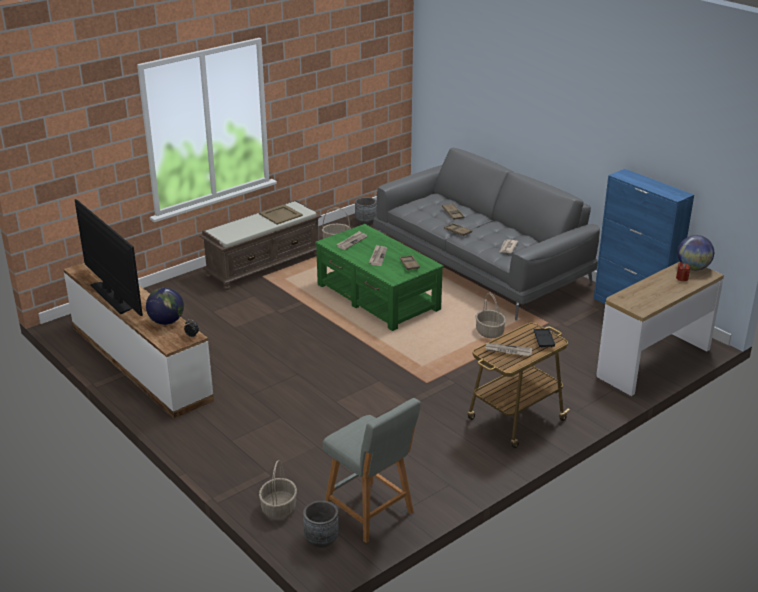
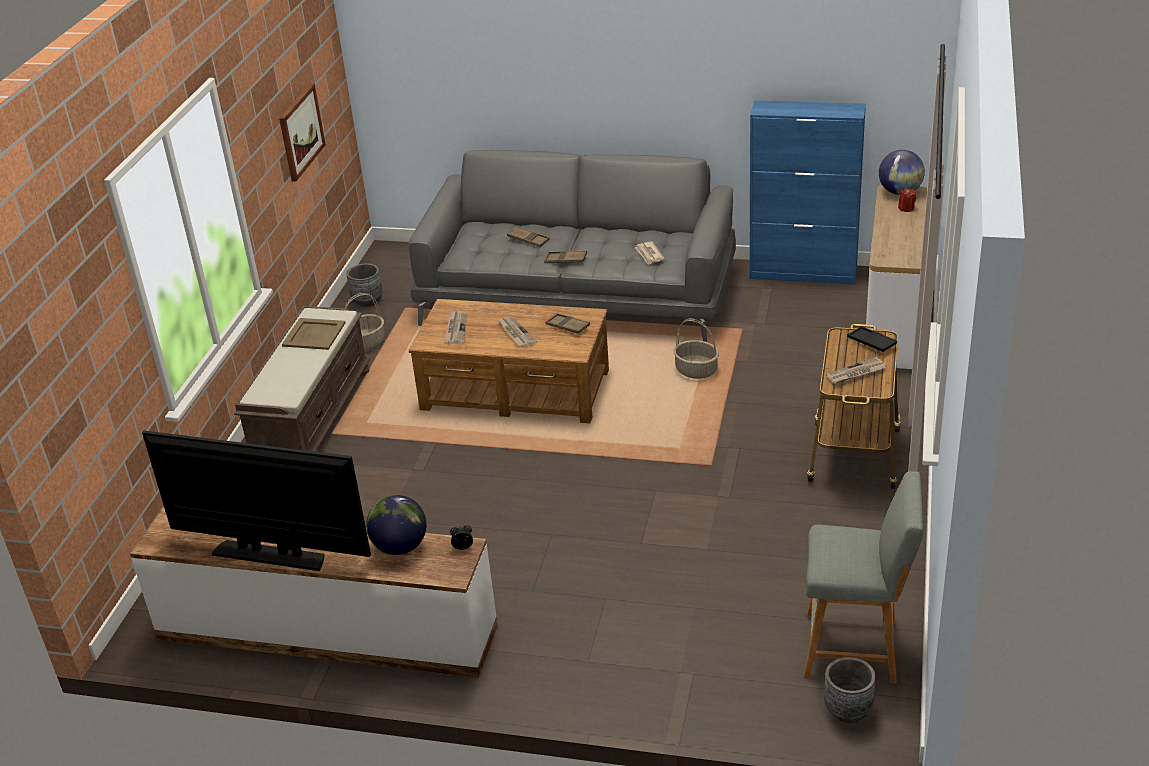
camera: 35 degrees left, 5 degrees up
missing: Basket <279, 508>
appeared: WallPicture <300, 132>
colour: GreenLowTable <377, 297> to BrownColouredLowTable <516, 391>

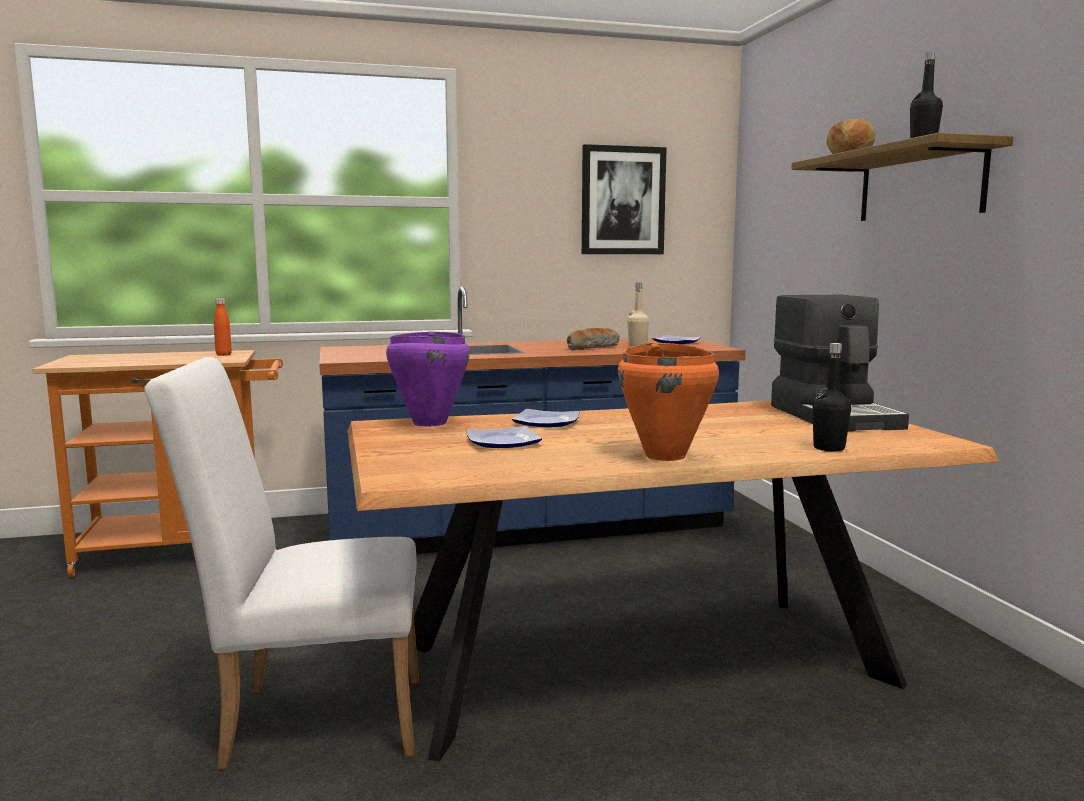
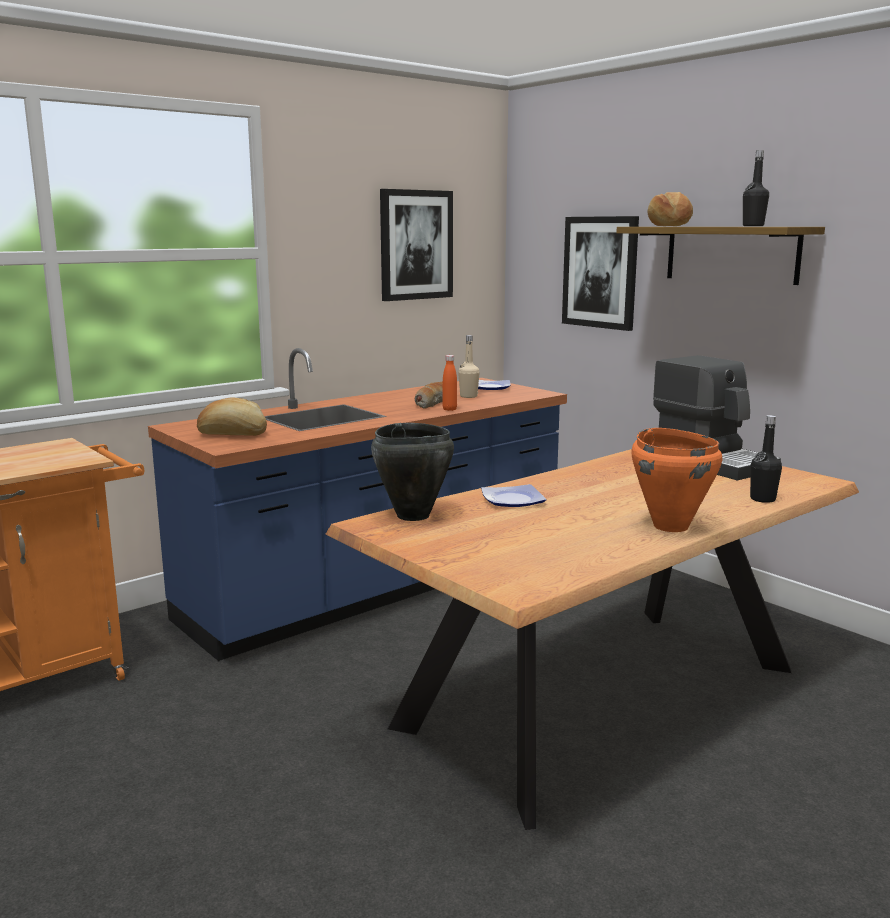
camera: 25 degrees left, 5 degrees up
missing: WhiteColouredPlainChair <309, 719>; Plate <502, 442>
appeared: Bread <233, 434>; WallPicture <600, 272>
relocated: OrangeColouredBeverageBottle <223, 355> to <449, 409>
colour: PurplishCookingPot <429, 423> to BlackishCookingPot <412, 516>

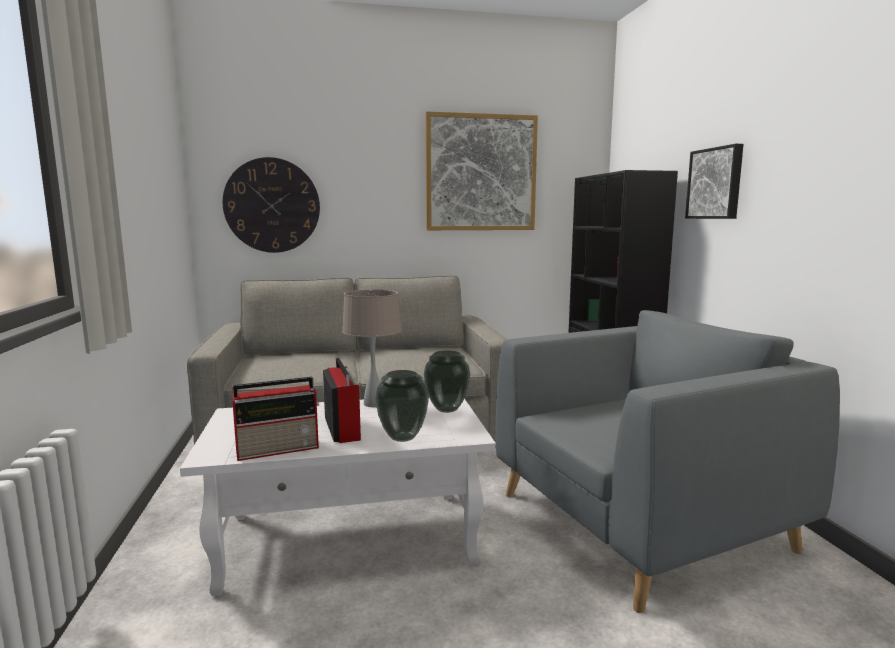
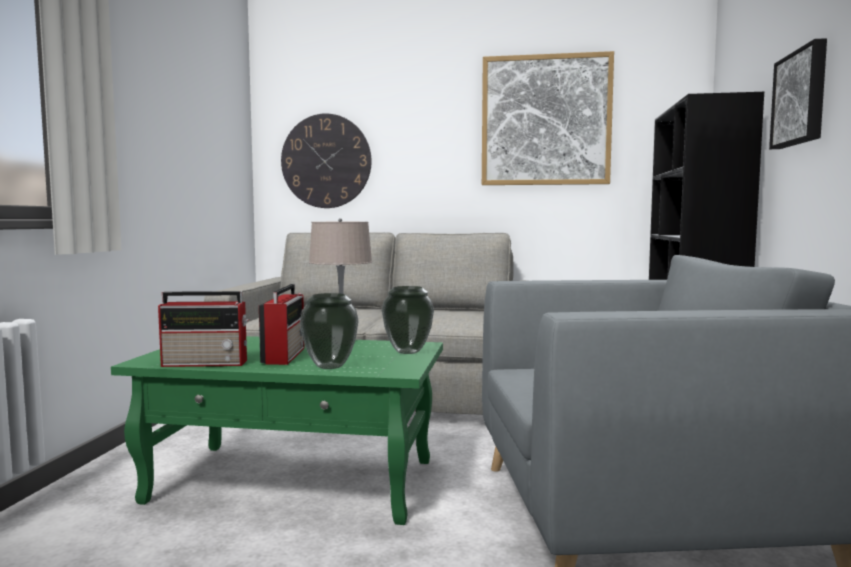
camera: 20 degrees right, 5 degrees down
colour: WhiteColouredLowTable <351, 538> to GreenLowTable <297, 480>

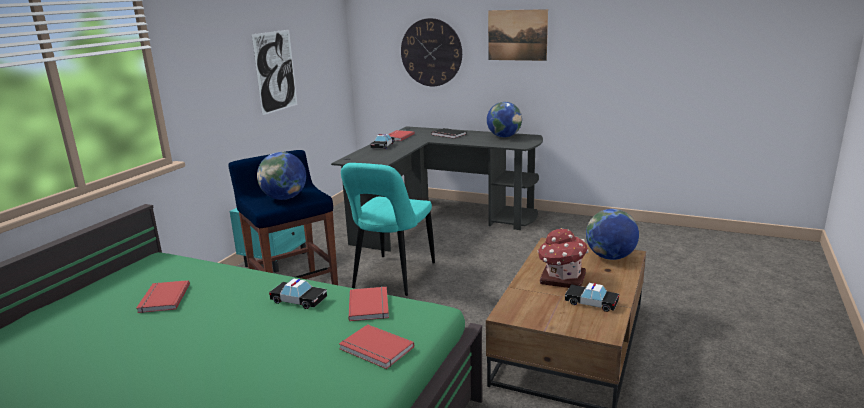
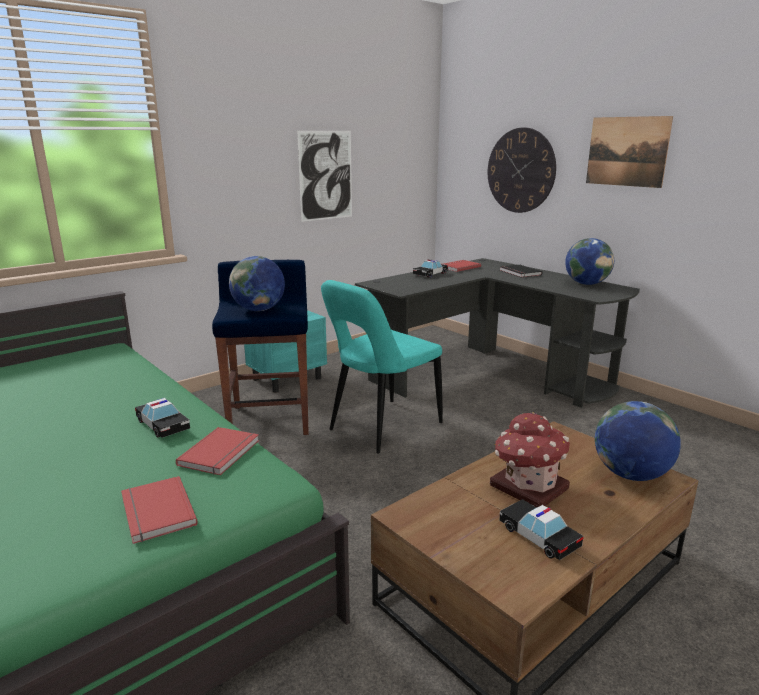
camera: 25 degrees right, 0 degrees up
missing: RedBook <162, 299>

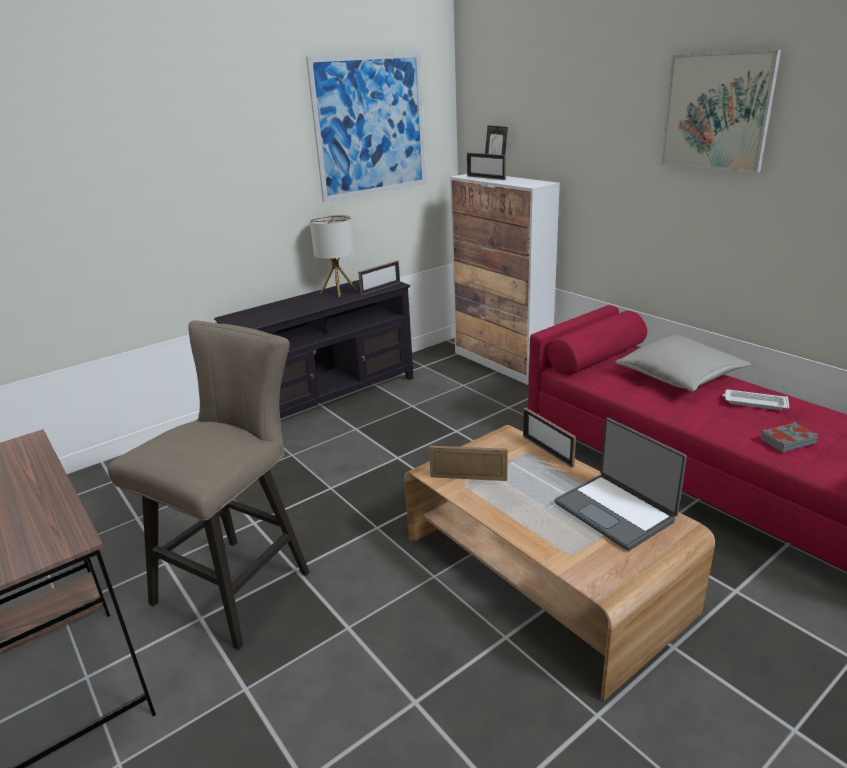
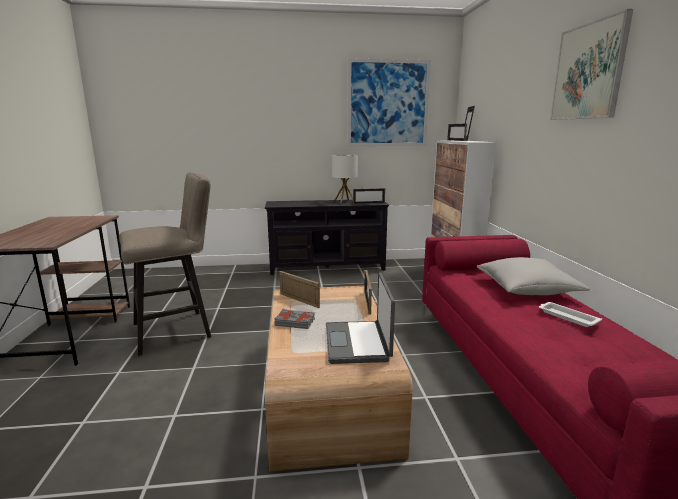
camera: 30 degrees right, 10 degrees down
relocated: GrayBook <787, 441> to <295, 322>

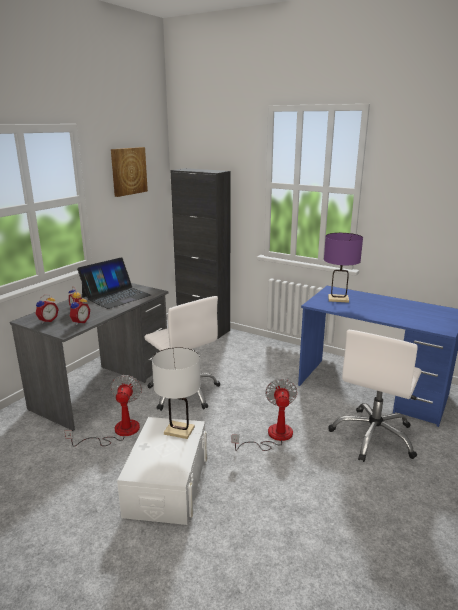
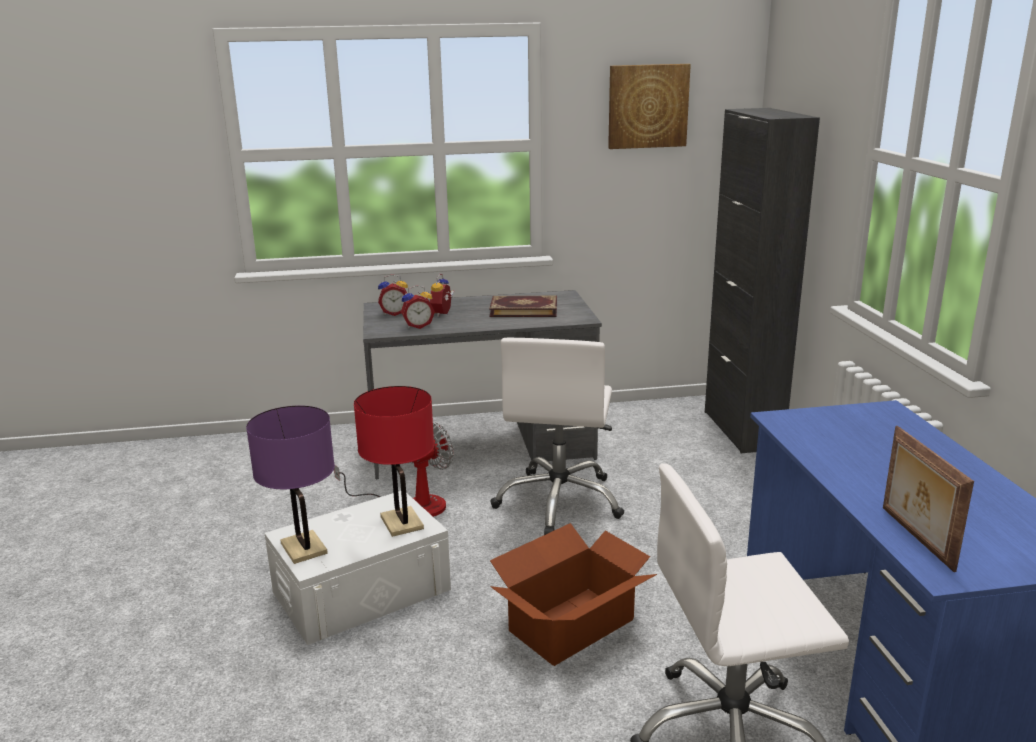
camera: 50 degrees right, 0 degrees up
appeared: PhotoFrame <915, 538>
relocated: PurplishTableLamp <338, 299> to <303, 548>
exchanged: Laptop <116, 296> to Book <524, 309>; CoolingFan <272, 436> to CardboardBox <570, 625>
colour: WhiteColouredTableLamp <179, 430> to RedTableLamp <402, 523>

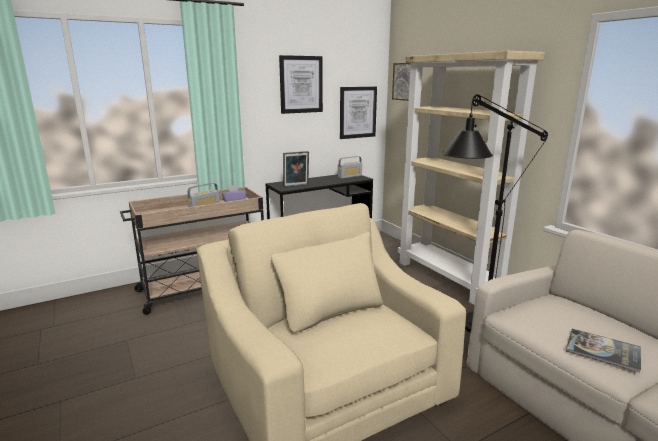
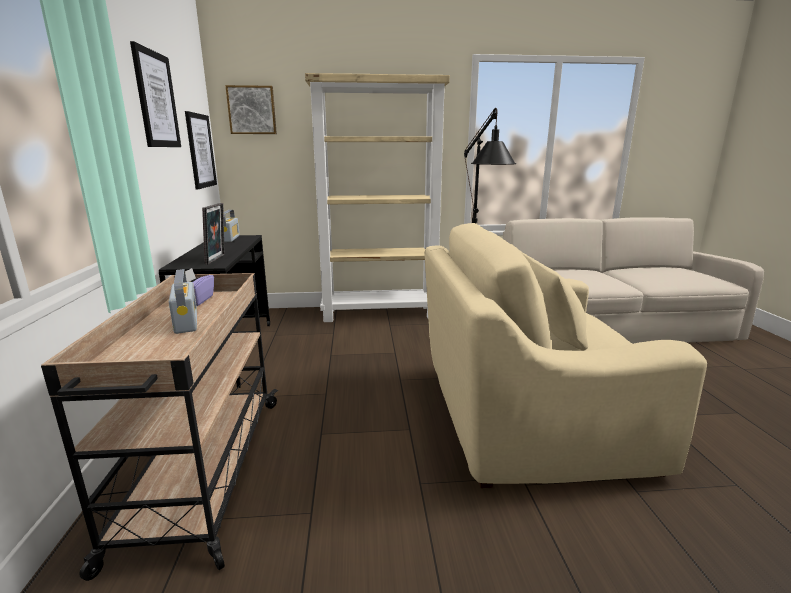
camera: 65 degrees left, 0 degrees up
missing: Book <603, 350>

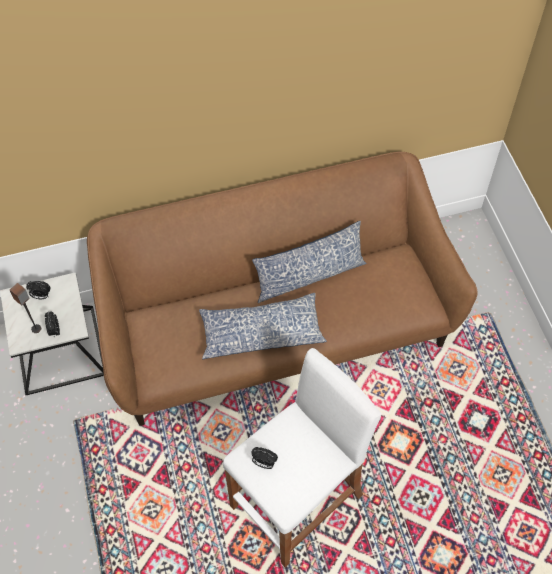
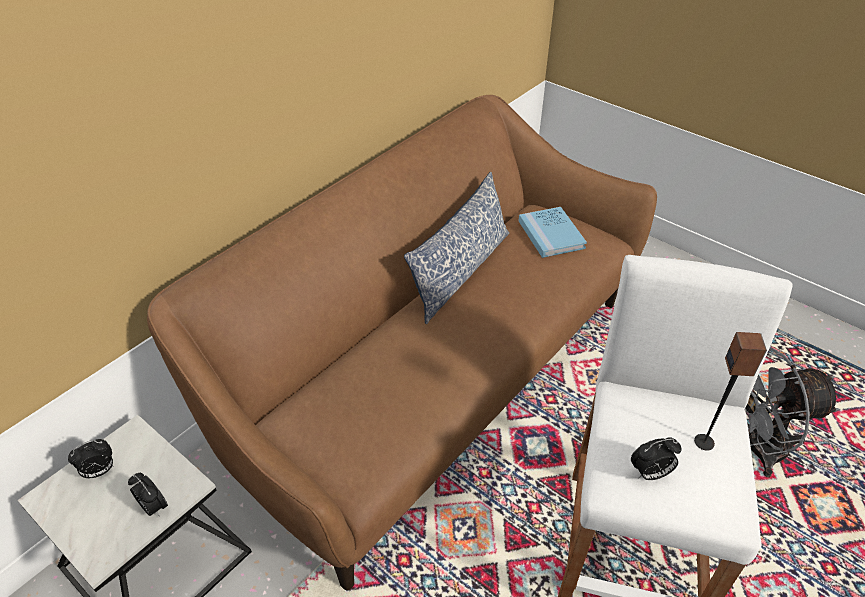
camera: 35 degrees left, 15 degrees down
missing: Pillow <261, 332>
appeared: BluishBook <551, 234>; GrayCoolingFan <755, 448>
relocated: AudioSpeaker <36, 329> to <704, 442>

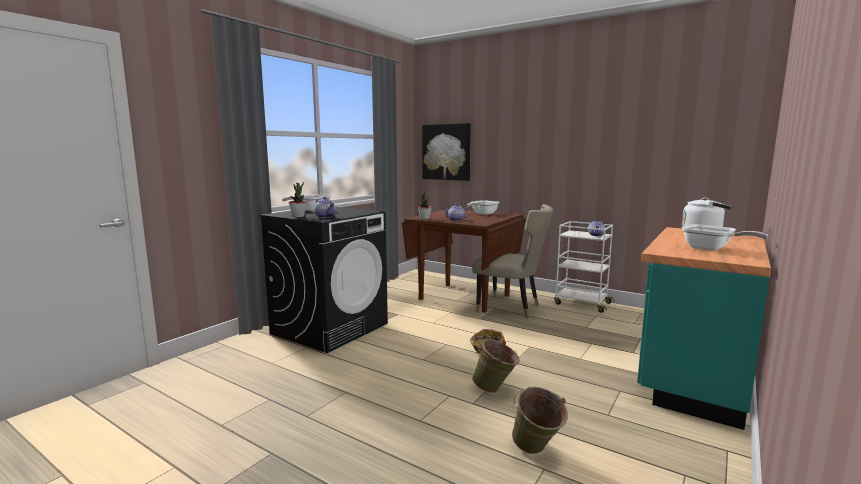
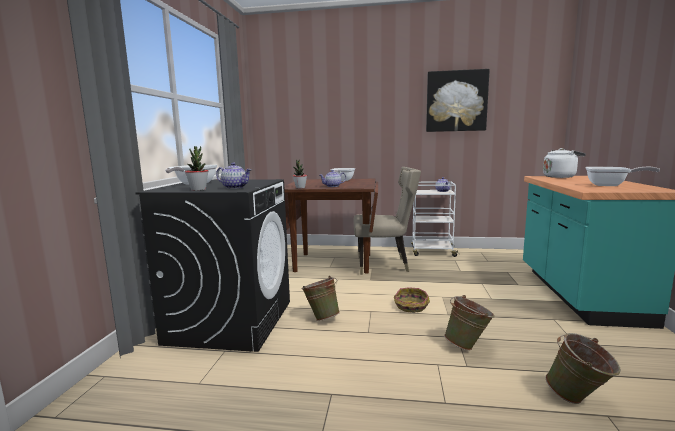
camera: 25 degrees left, 0 degrees up
appeared: GreenBucket <321, 317>
relocated: WallPicture <446, 152> to <456, 101>

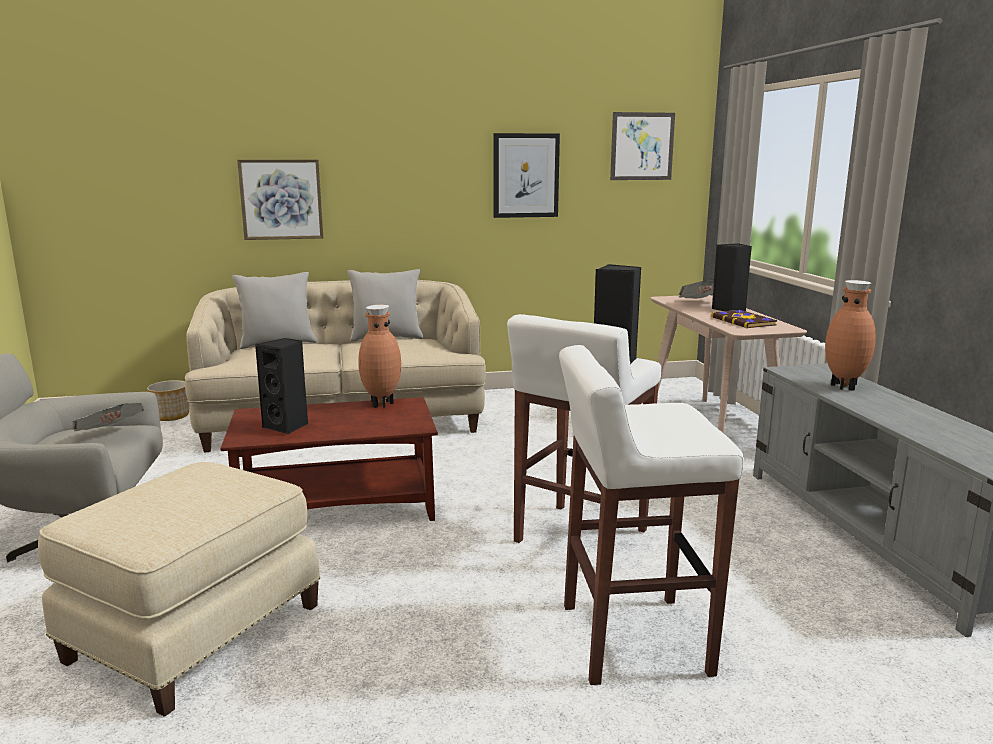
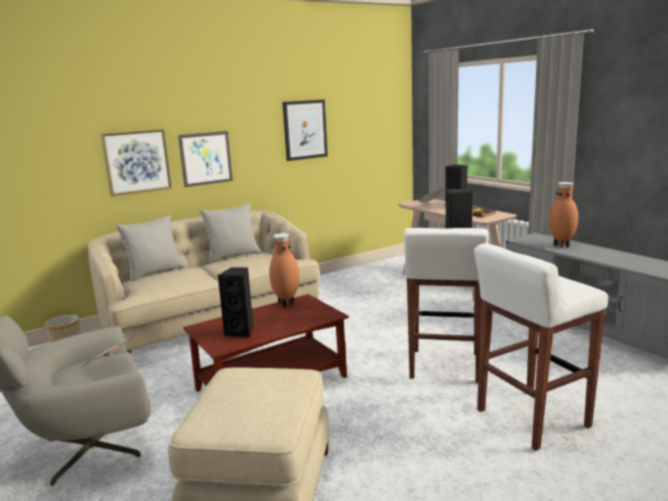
camera: 20 degrees left, 0 degrees up
relocated: WallPicture <642, 146> to <206, 158>

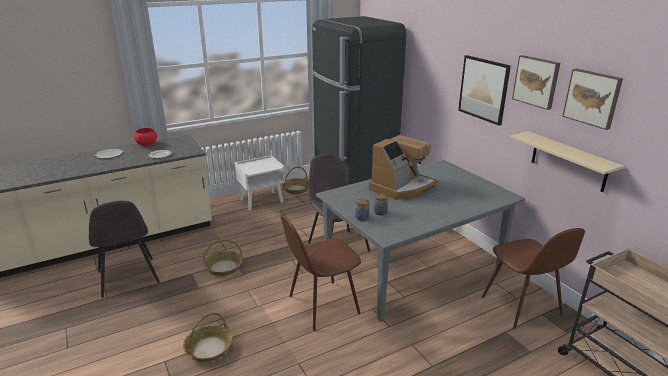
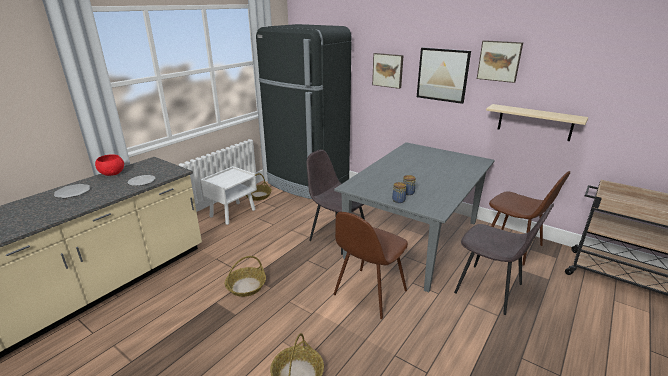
camera: 25 degrees left, 0 degrees up
missing: CoffeeBrewer <402, 187>
relocated: WallPicture <592, 98> to <388, 70>; GrayPlainChair <128, 278> to <490, 289>

